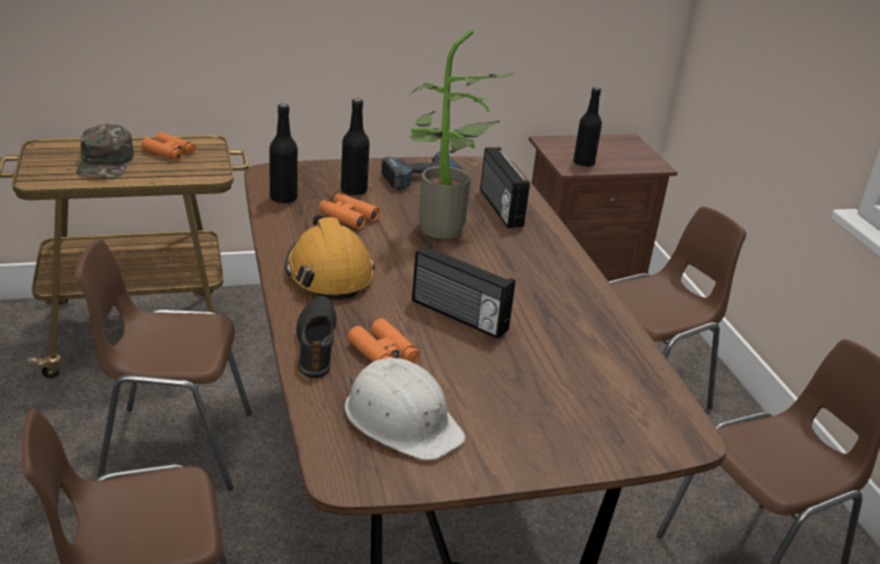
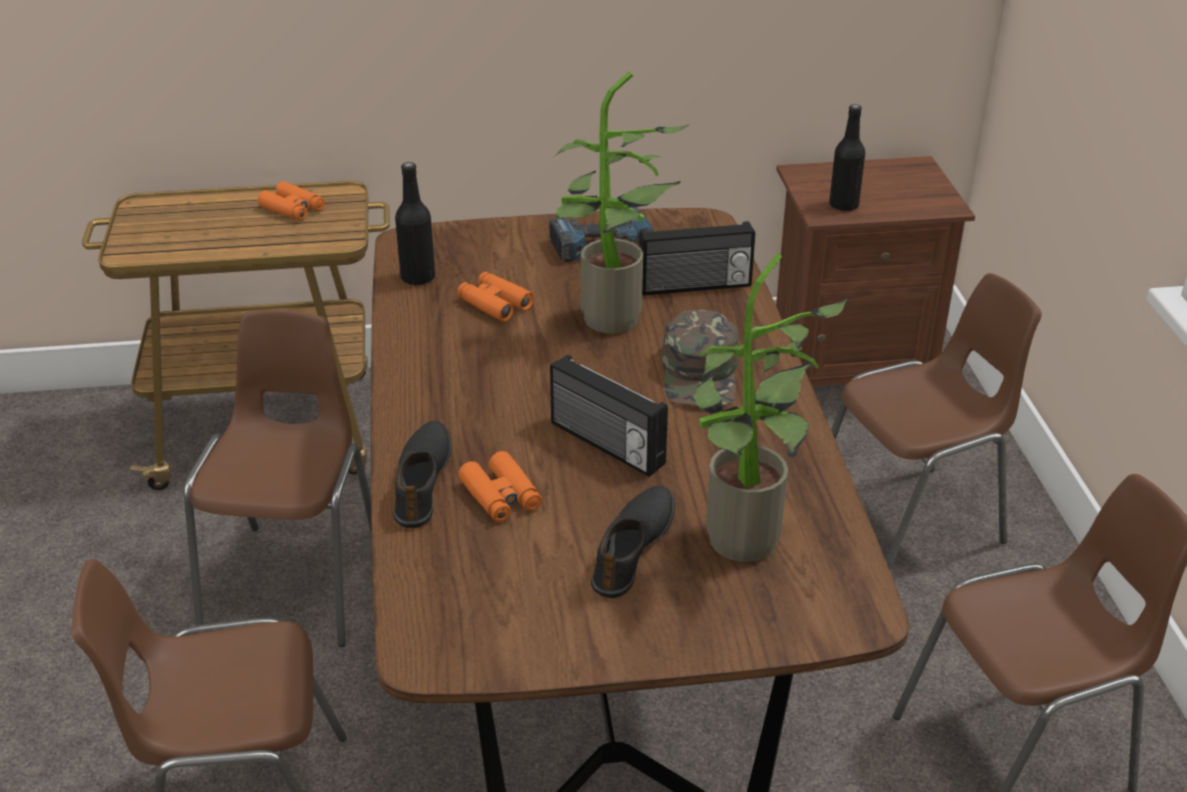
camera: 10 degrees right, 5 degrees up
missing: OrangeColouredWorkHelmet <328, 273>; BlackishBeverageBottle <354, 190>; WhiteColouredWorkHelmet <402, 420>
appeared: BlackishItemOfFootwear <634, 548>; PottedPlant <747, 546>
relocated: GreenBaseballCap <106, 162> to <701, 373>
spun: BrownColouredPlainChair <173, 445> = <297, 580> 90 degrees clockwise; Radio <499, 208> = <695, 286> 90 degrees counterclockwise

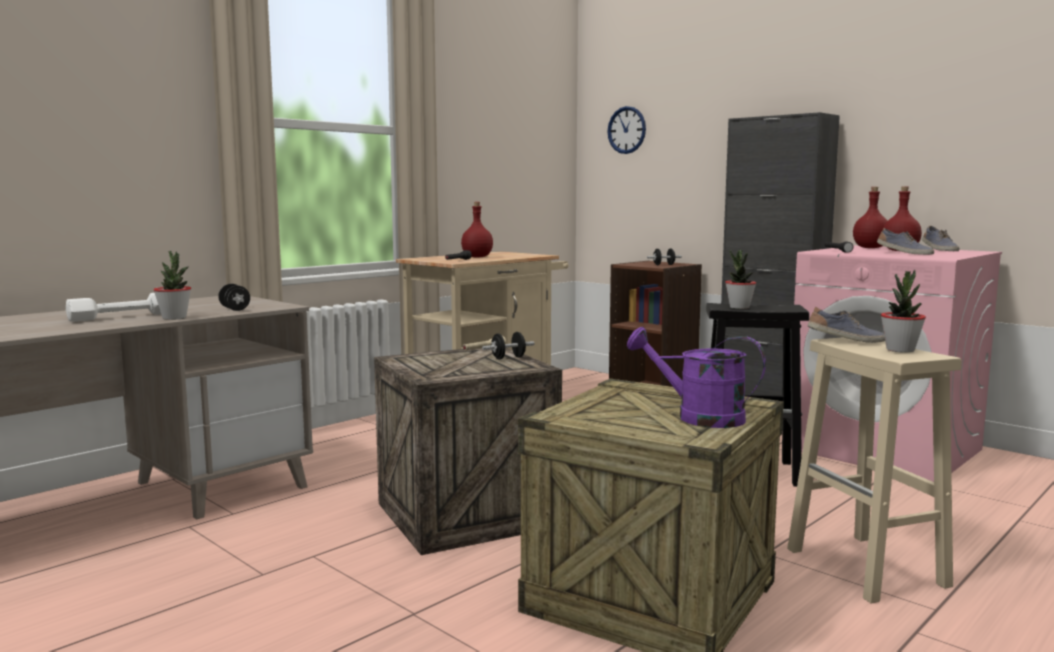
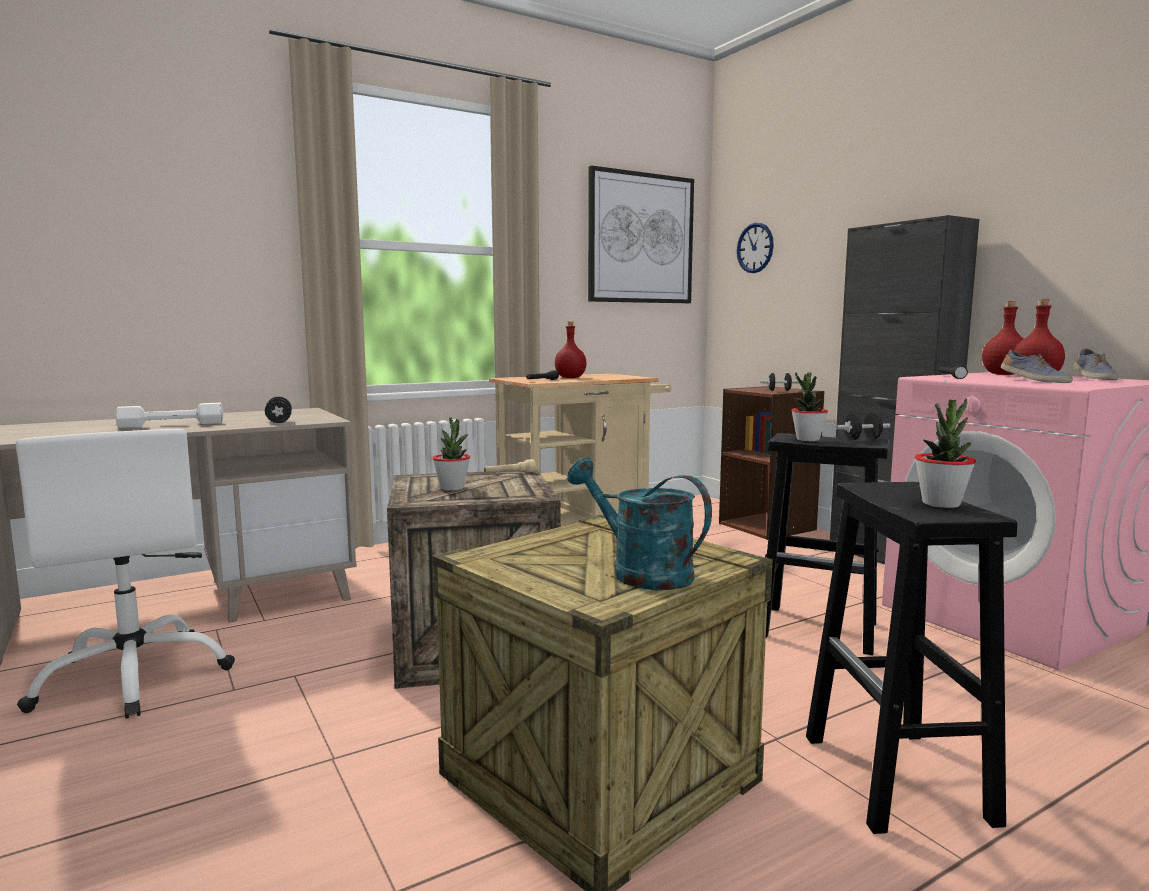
camera: 15 degrees right, 0 degrees up
missing: ItemOfFootwear <846, 340>
appeared: WhiteColouredDeskChair <135, 676>; WallPicture <641, 238>
relocated: PottedPlant <174, 318> to <452, 488>; BlackishHandWeight <508, 358> to <862, 439>
colour: PurplishSprinklingCan <698, 417> to BlueGreenSprinklingCan <640, 572>; BeigeColouredStool <868, 568> to BlackishStool <898, 780>

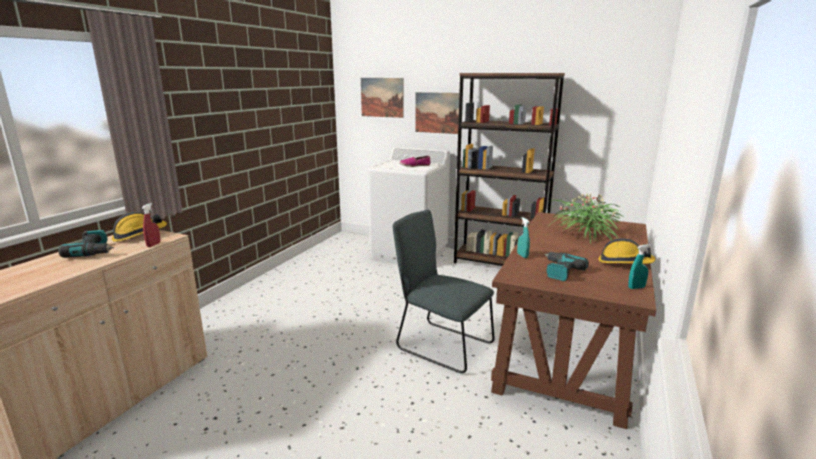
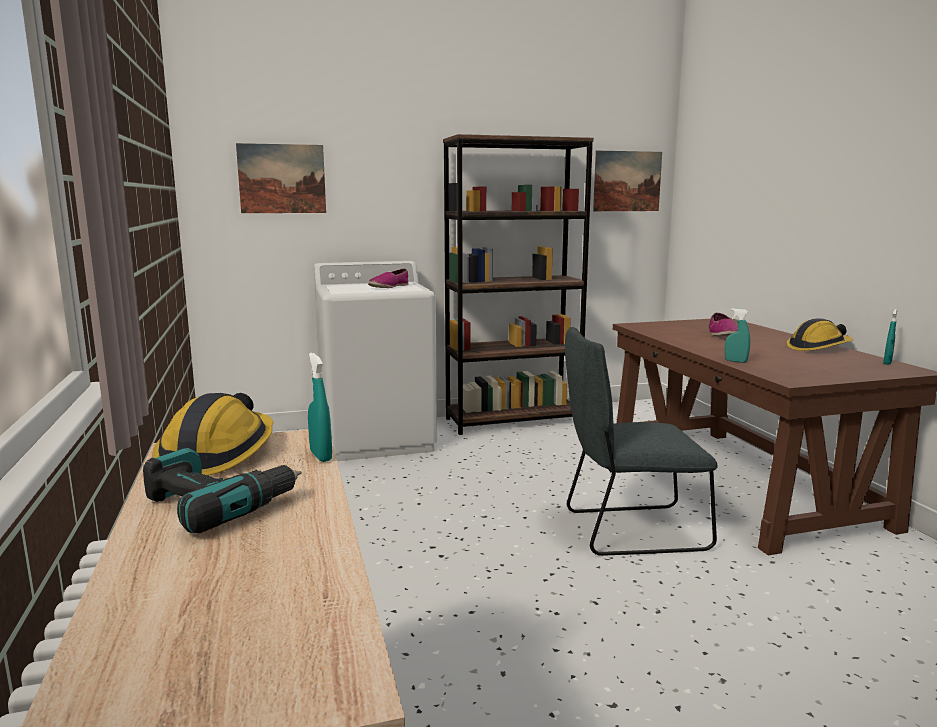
camera: 40 degrees left, 5 degrees down
missing: Drill <559, 271>
relocated: WallPicture <438, 113> to <627, 181>
exchanged: PottedPlant <586, 235> to ItemOfFootwear <722, 334>
colour: RedHandSprayer <153, 245> to BlueGreenHandSprayer <321, 456>

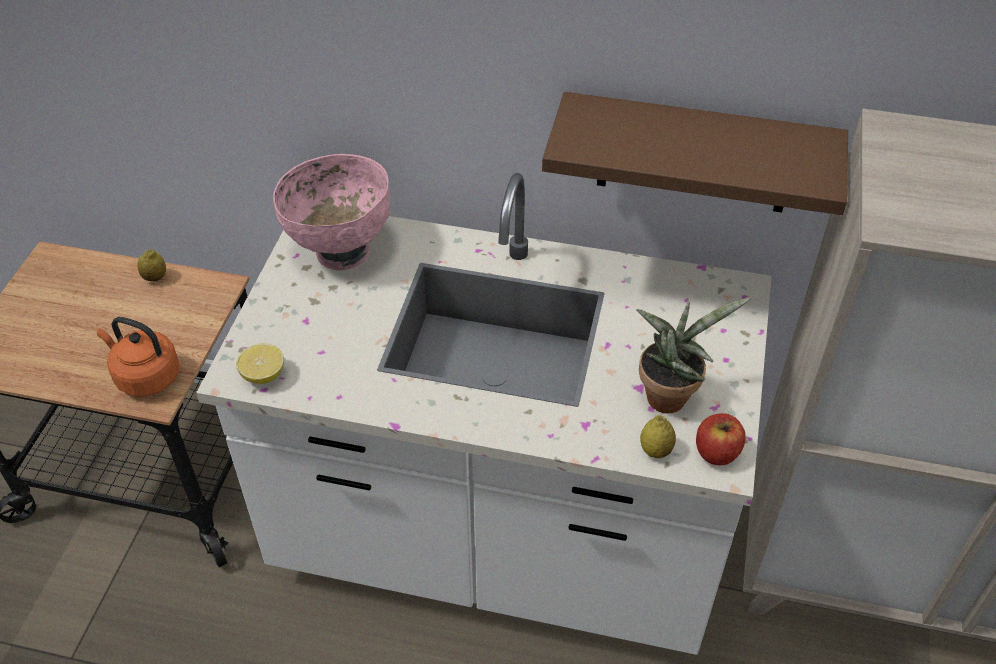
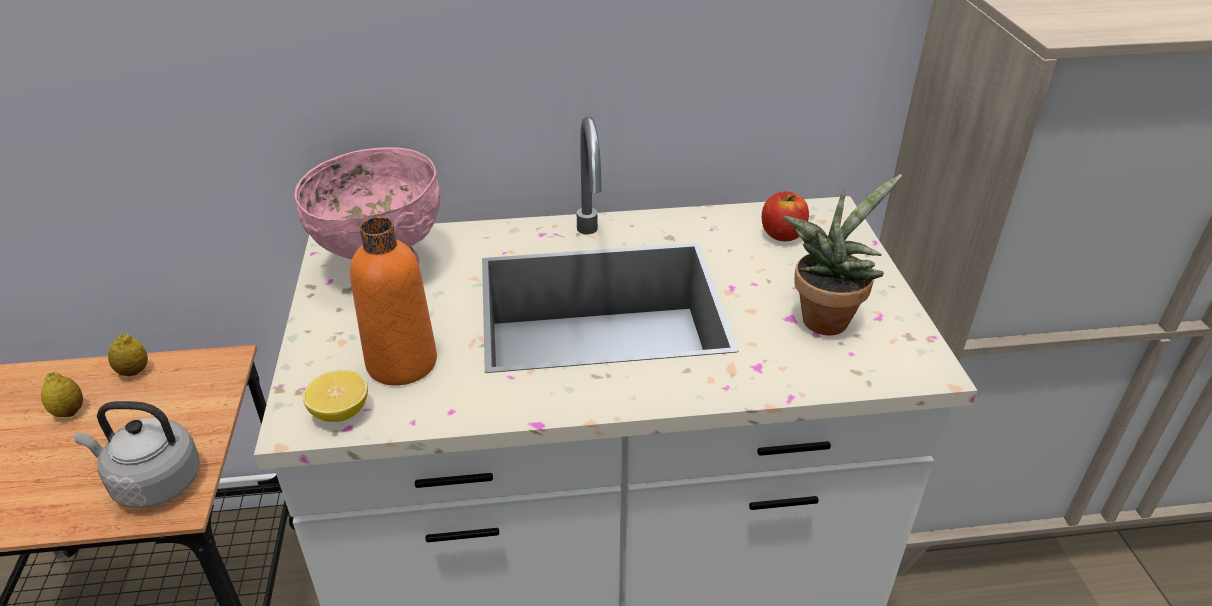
camera: 20 degrees left, 10 degrees down
missing: BrownColouredWallShelf <695, 154>
appeared: OrangeColouredBeverageBottle <402, 363>
relocated: CitrusFruit <655, 450> to <69, 411>; WholeApple <716, 452> to <782, 234>
colour: OrangeColouredTeaKettle <145, 376> to GrayTeaKettle <153, 482>

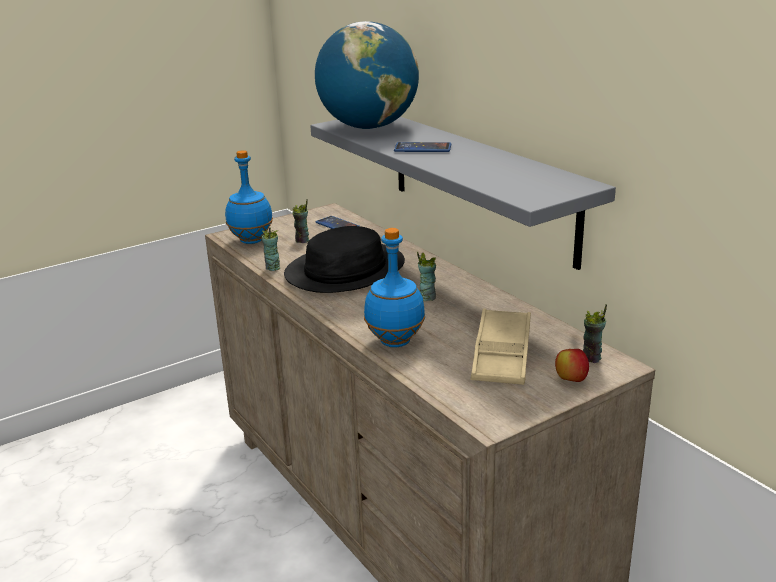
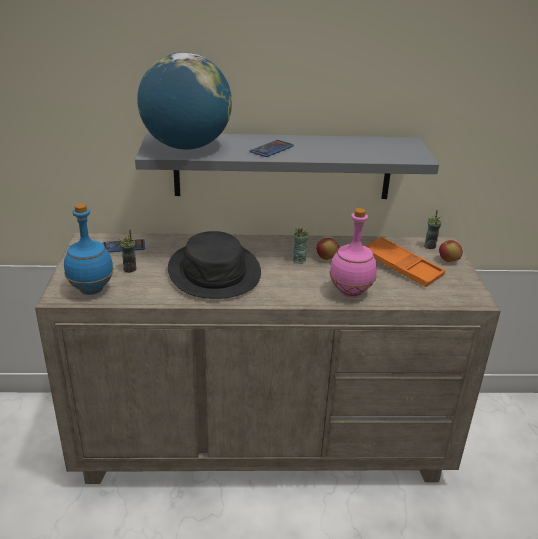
camera: 60 degrees left, 5 degrees up
missing: Cup <272, 268>
appeared: WholeApple <326, 258>
colour: BluishBeverageBottle <394, 342> to PinkBeverageBottle <351, 293>; BeigeColouredServingTray <502, 354> to OrangeColouredServingTray <401, 267>

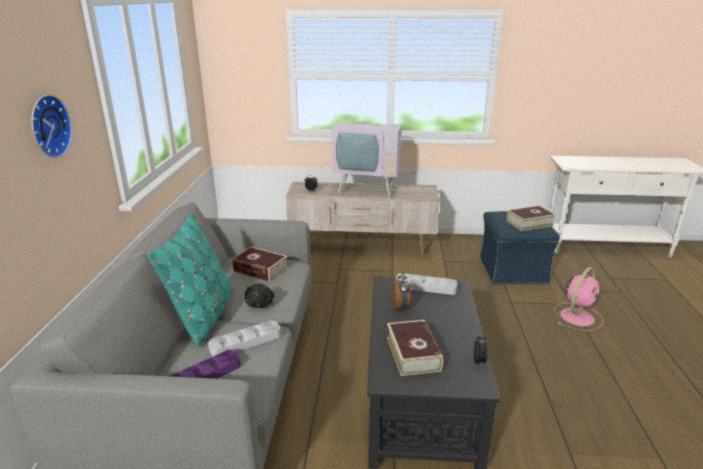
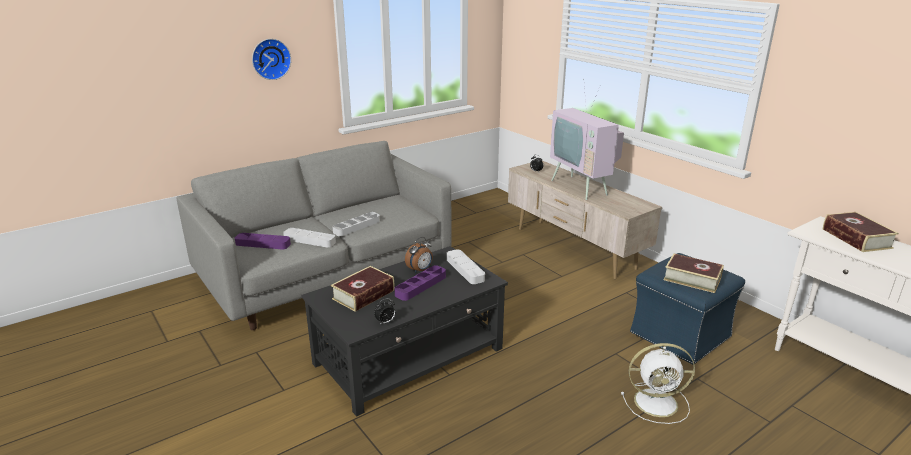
camera: 50 degrees right, 0 degrees up
missing: BlueGreenPillow <203, 316>
appeared: PurplishServingTray <421, 286>
relocated: Book <260, 270> to <856, 238>
exchanged: BlackishSoftToy <260, 304> to GrayServingTray <356, 226>
colour: PinkCoolingFan <577, 316> to WhiteColouredCoolingFan <657, 402>

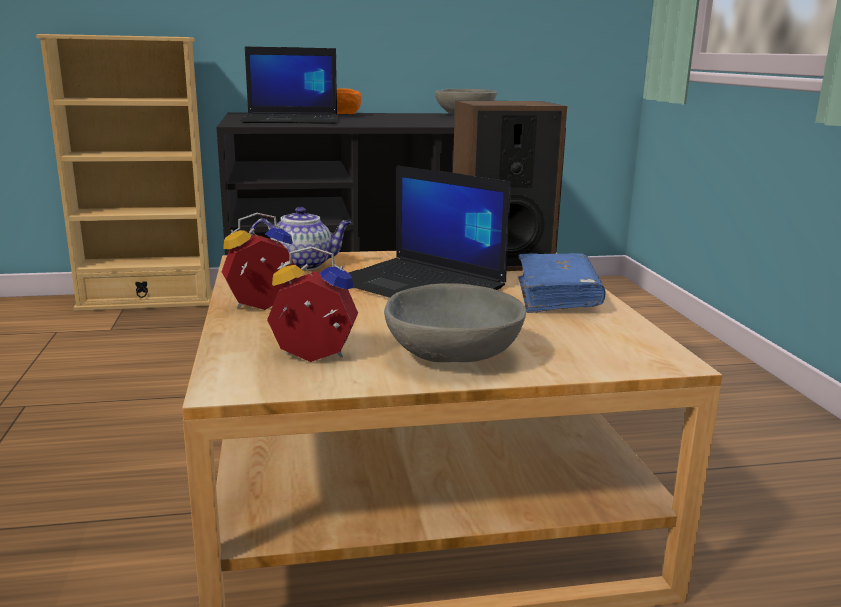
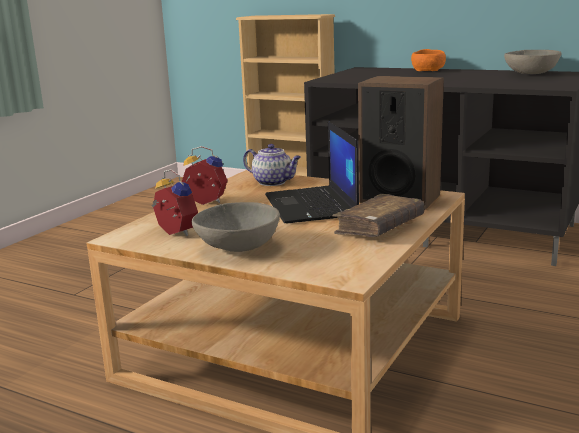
camera: 40 degrees right, 0 degrees up
missing: Laptop <293, 120>
colour: BluishBook <557, 296> to BrownColouredBook <379, 227>

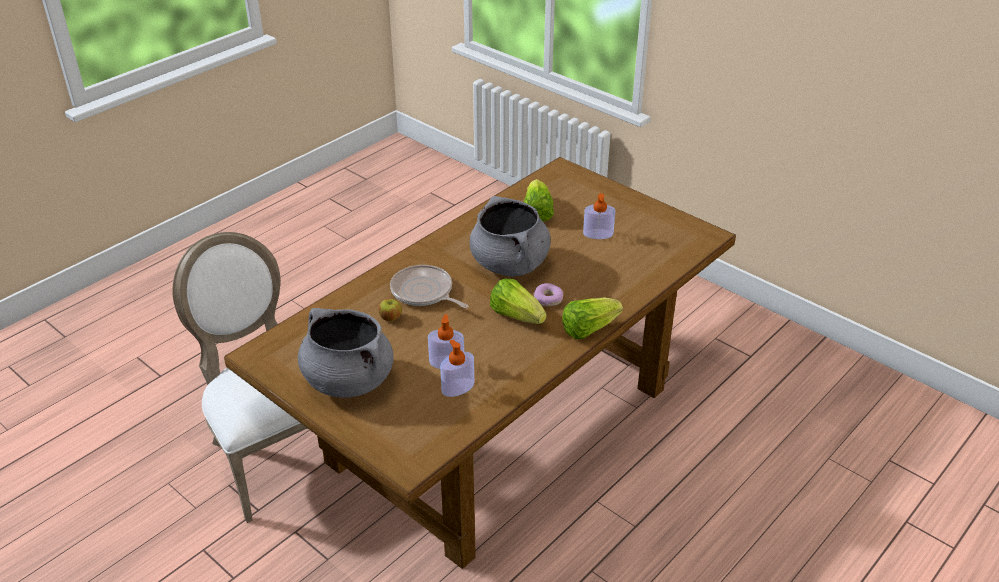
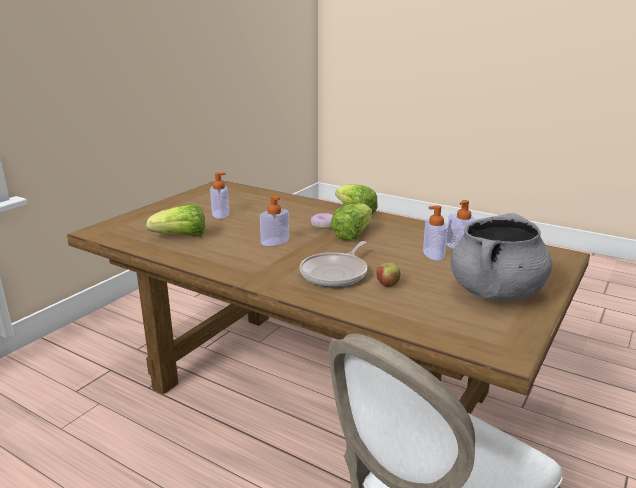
camera: 100 degrees left, 15 degrees down
exchanged: GrayCookingPot <510, 264> to LiquidSoapBottle <275, 241>

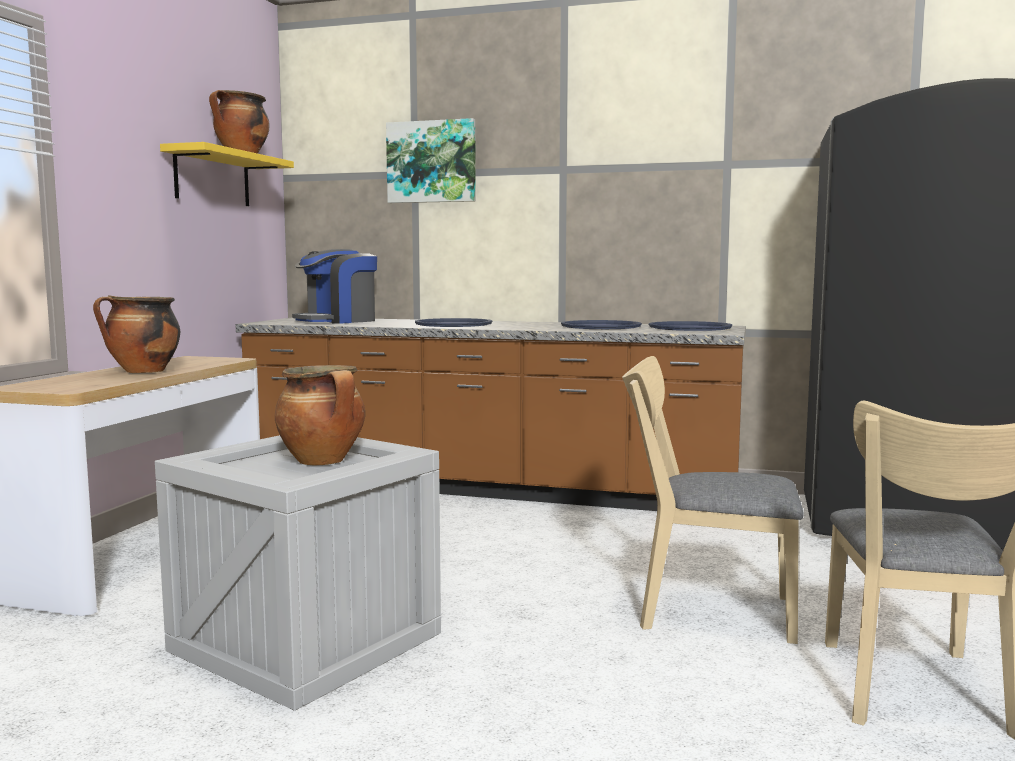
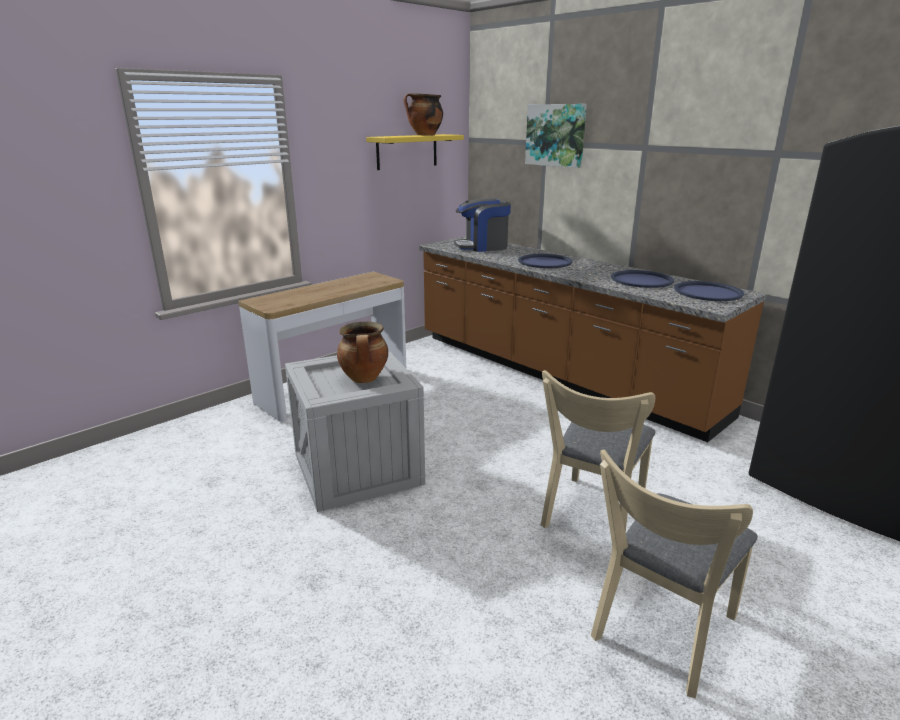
camera: 30 degrees right, 15 degrees up
missing: CookingPot <142, 372>
spun: BeigeColouredPlainChair <703, 610> = <591, 517> 105 degrees counterclockwise

